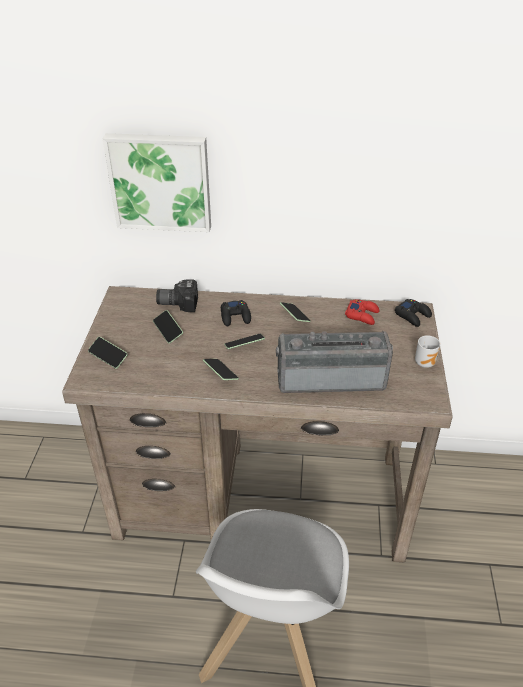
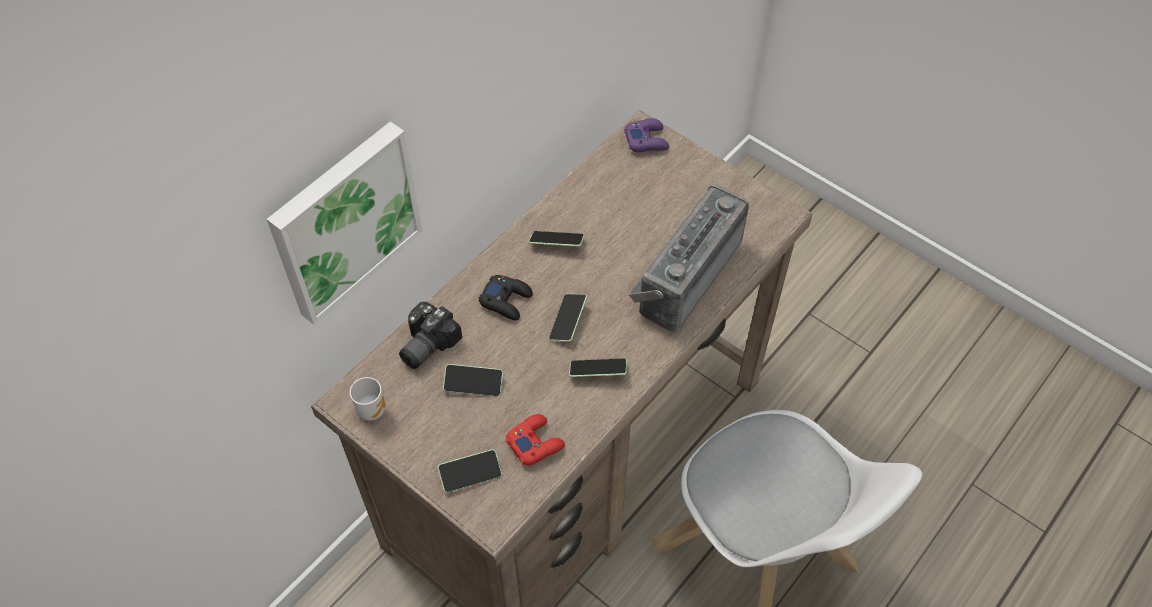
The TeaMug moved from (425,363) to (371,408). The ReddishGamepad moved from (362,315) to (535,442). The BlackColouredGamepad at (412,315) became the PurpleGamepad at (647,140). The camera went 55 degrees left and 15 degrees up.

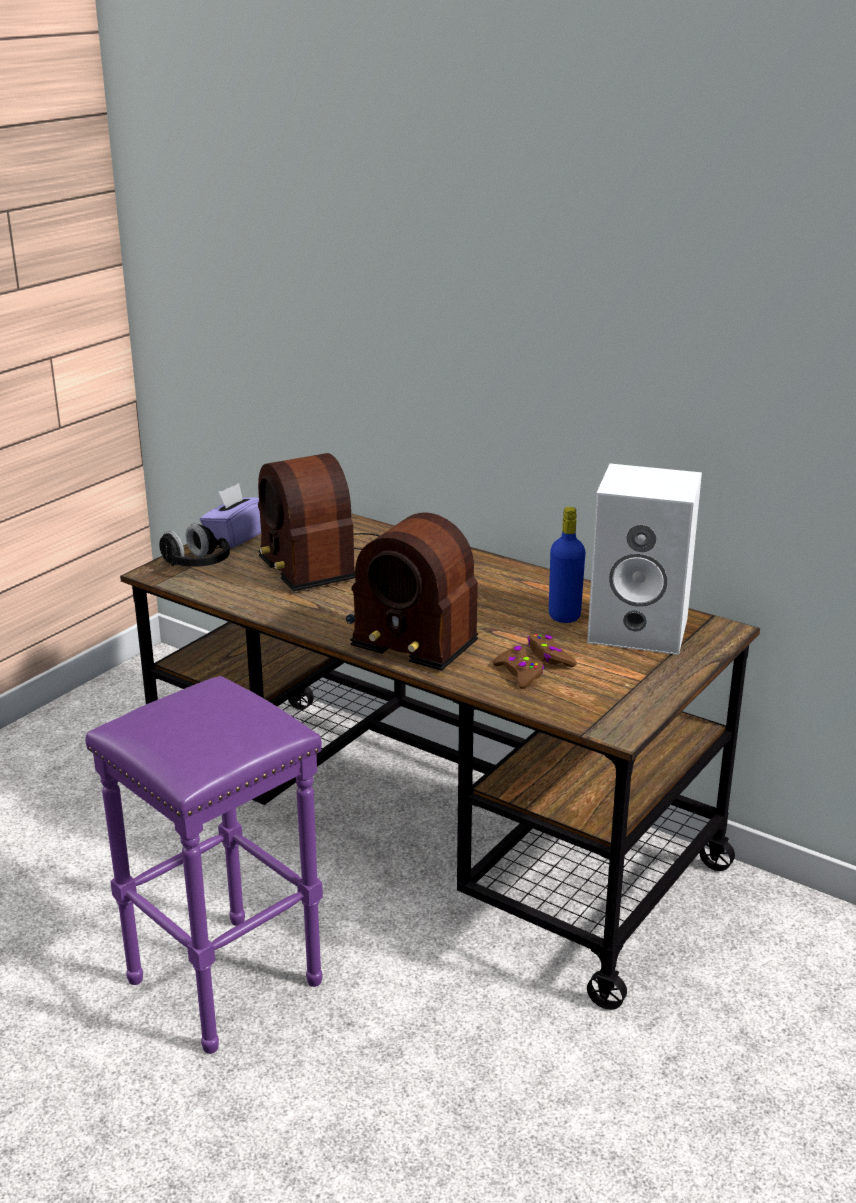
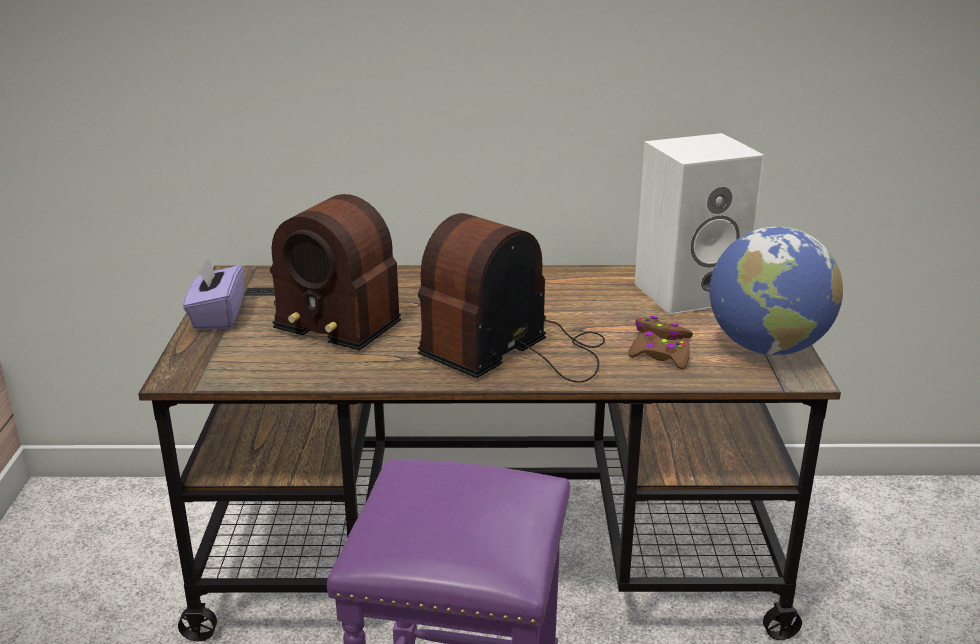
The RadioReceiver at (412,630) turned 135 degrees clockwise. The WorldGlobe at (767,348) appeared. The BlackColouredPairOfHeadphones at (196,565) disappeared. The BlueBottle at (564,616) disappeared. The camera went 35 degrees left and 0 degrees up.

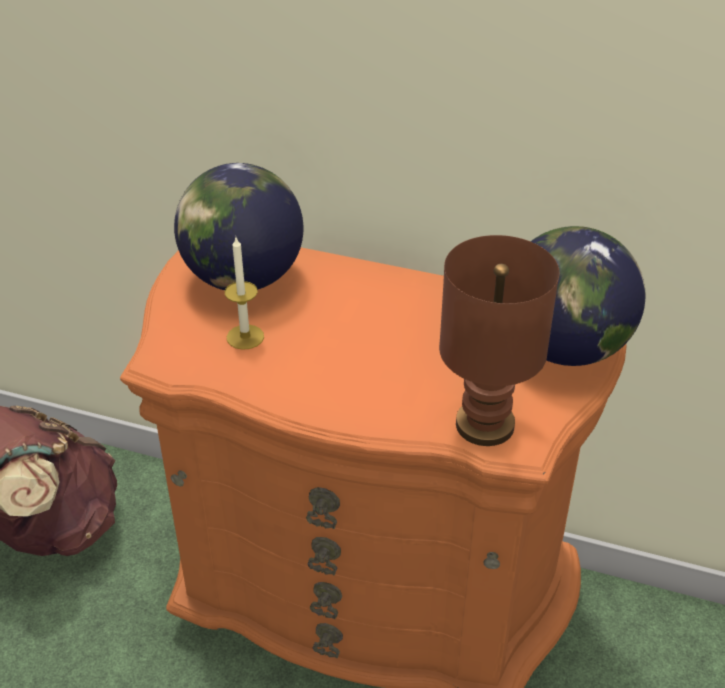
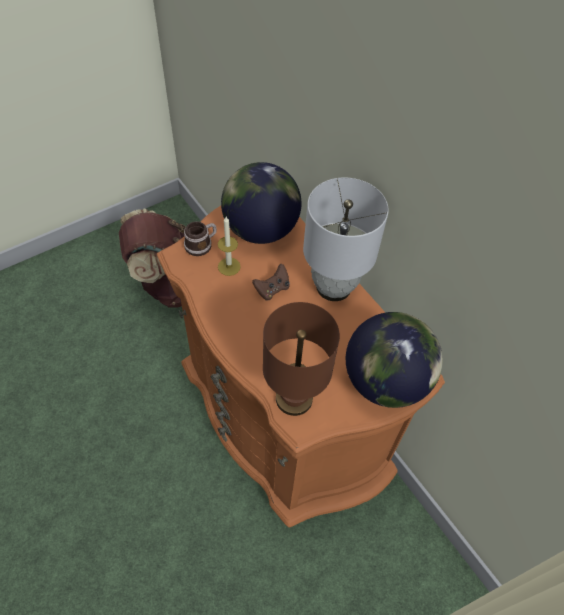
The TeaMug at (201,244) appeared. The BrownGamepad at (272,289) appeared. The WhitishLampForATable at (333,286) appeared. The camera went 35 degrees right and 15 degrees up.

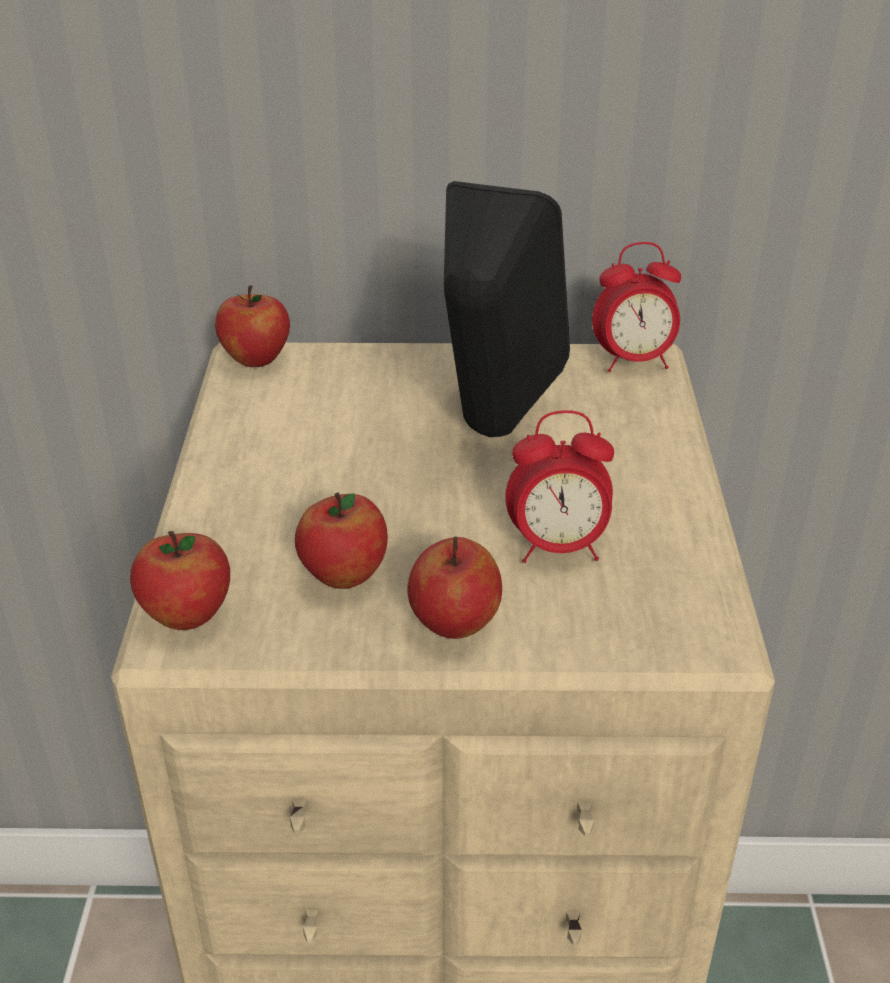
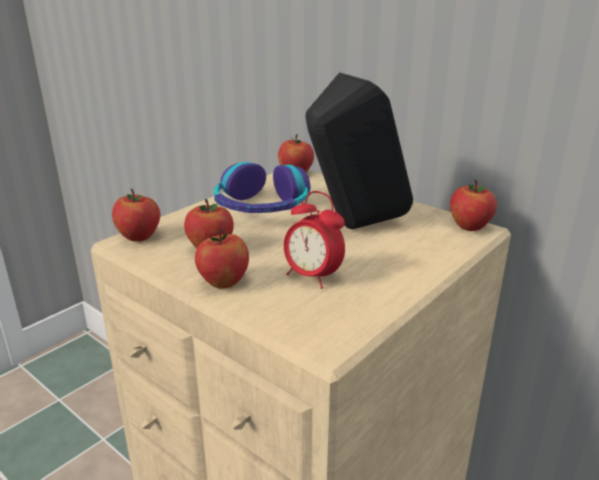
The PairOfHeadphones at (261,207) appeared. The AlarmClock at (633,362) was replaced by the WholeApple at (469,227). The camera went 40 degrees right and 10 degrees down.

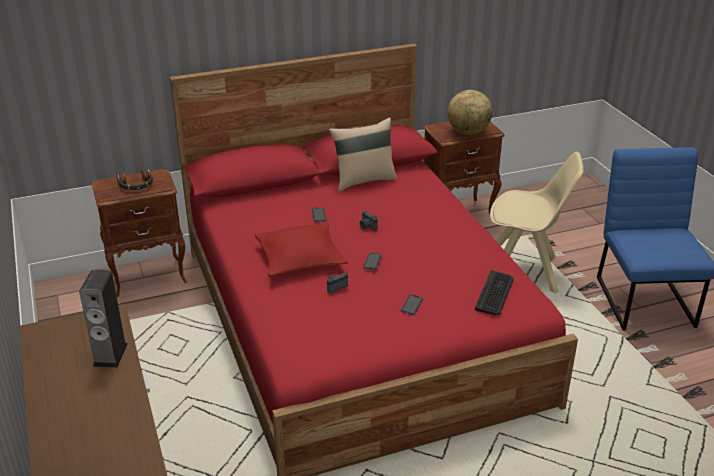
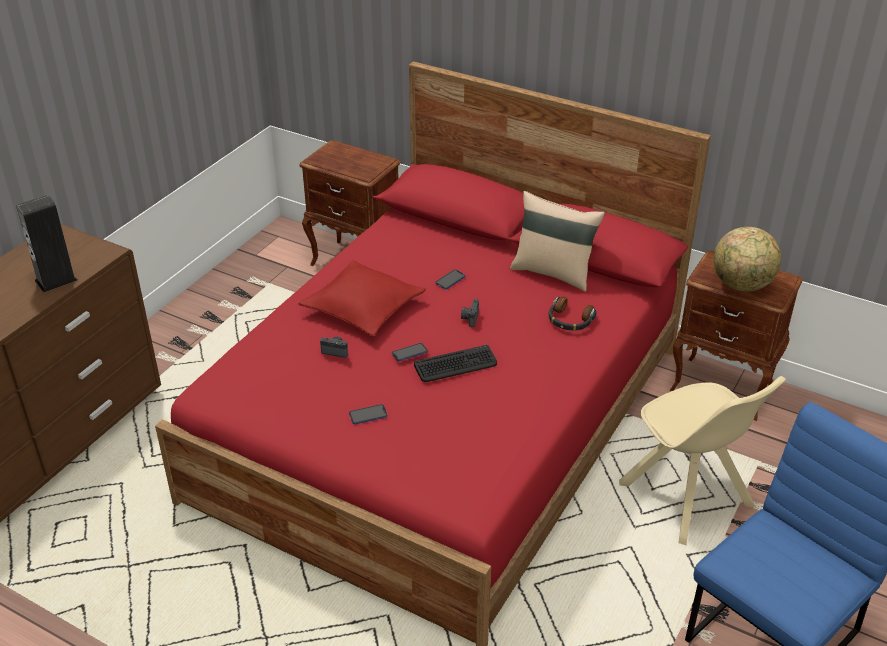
The Keyboard moved from (494,293) to (456,365). The PairOfHeadphones moved from (136,185) to (569,320). The camera went 50 degrees right and 5 degrees up.

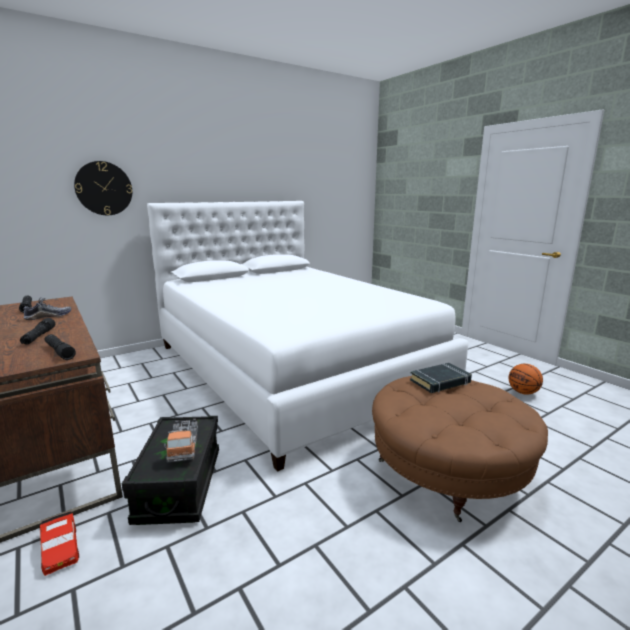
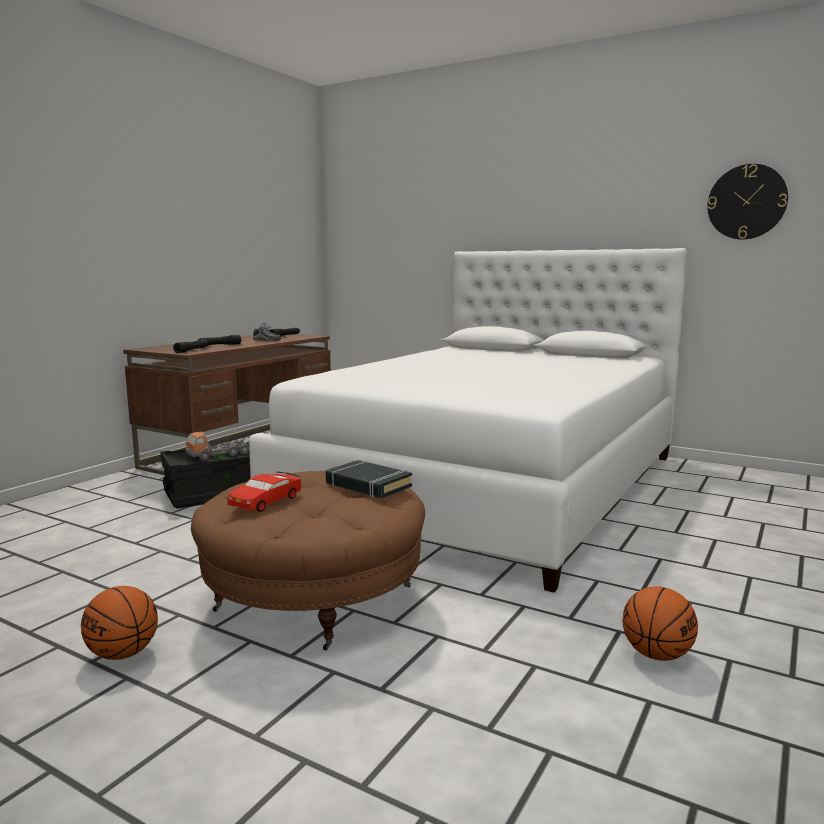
The Basketball at (122,654) appeared. The ReddishMiniatureCar moved from (60,549) to (266,501). The WallClock moved from (104,188) to (746,202). The camera went 65 degrees right and 5 degrees down.

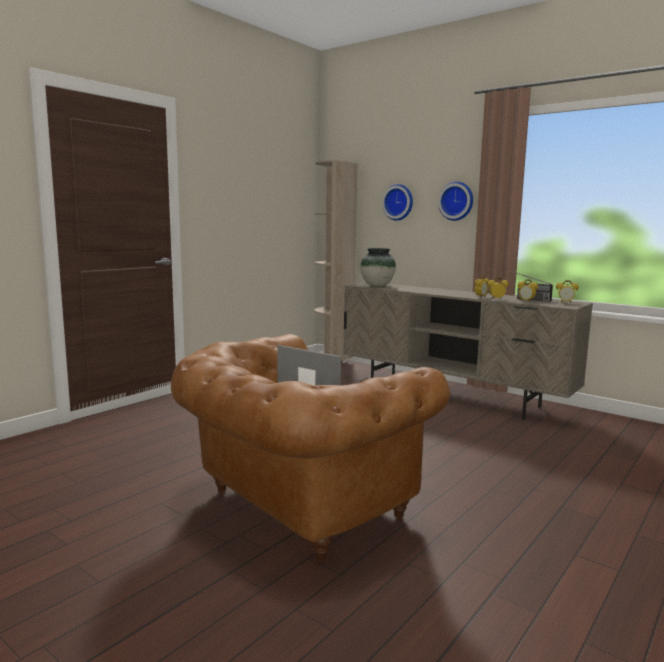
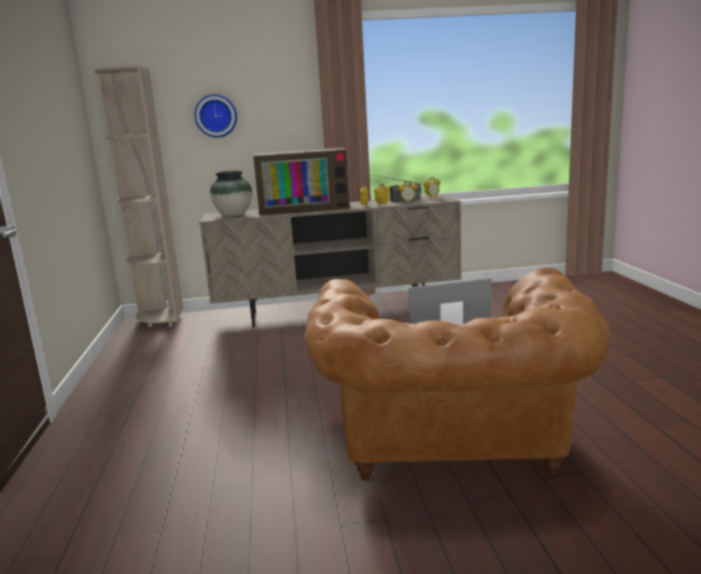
The TvSet at (305,208) appeared. The WallClock at (457,201) disappeared. The camera went 45 degrees left and 5 degrees up.

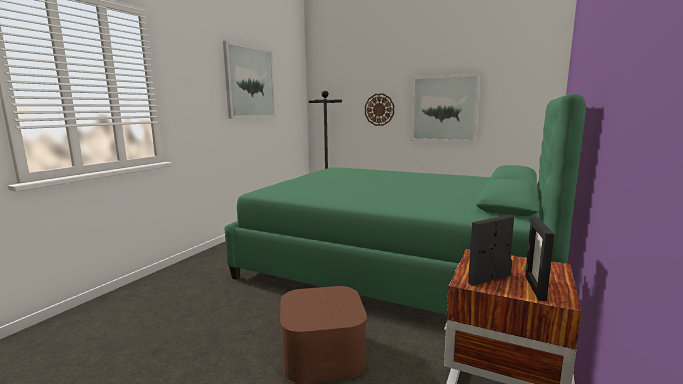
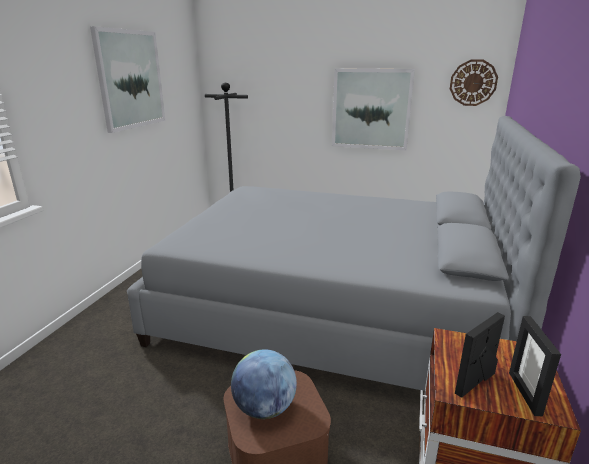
The GreenBedroomBed at (397,266) became the GrayBedroomBed at (332,310). The WorldGlobe at (264,408) appeared. The WallClock moved from (379,109) to (473,83). The camera went 10 degrees left and 10 degrees up.

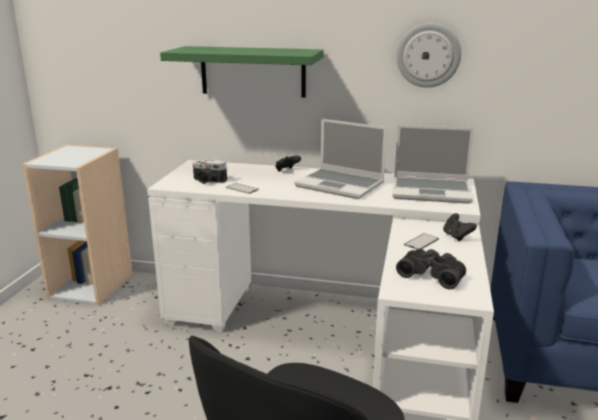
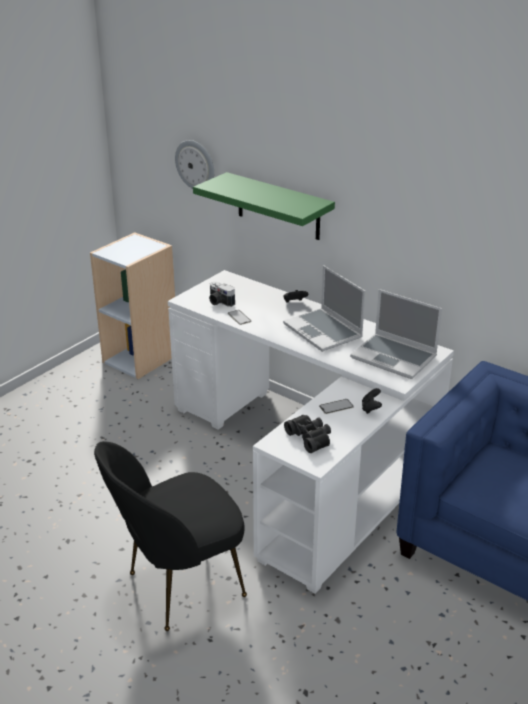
The WallClock moved from (428,55) to (195,165). The camera went 25 degrees right and 10 degrees up.

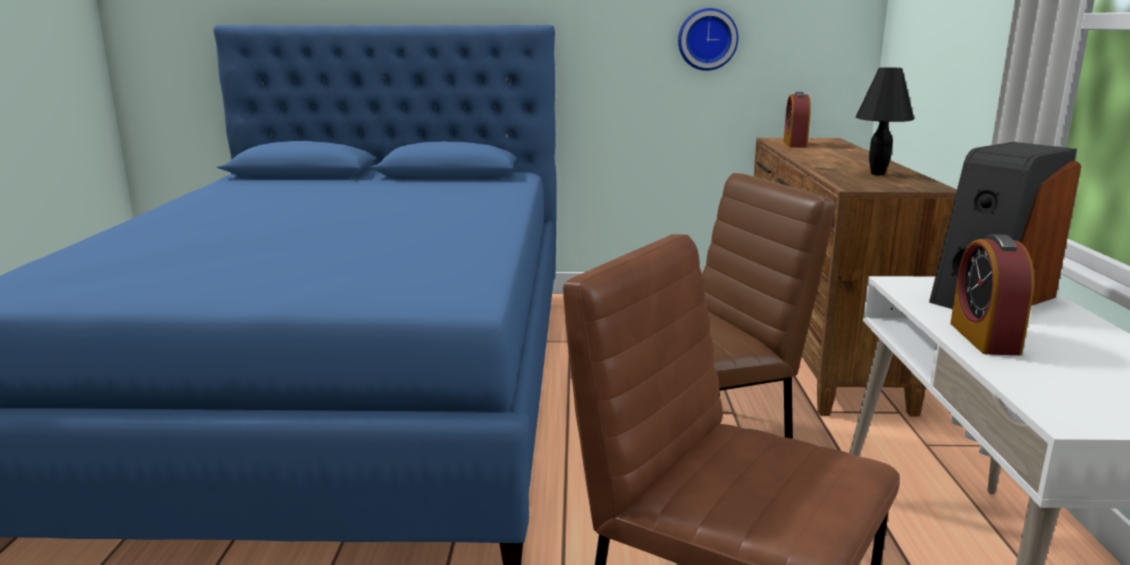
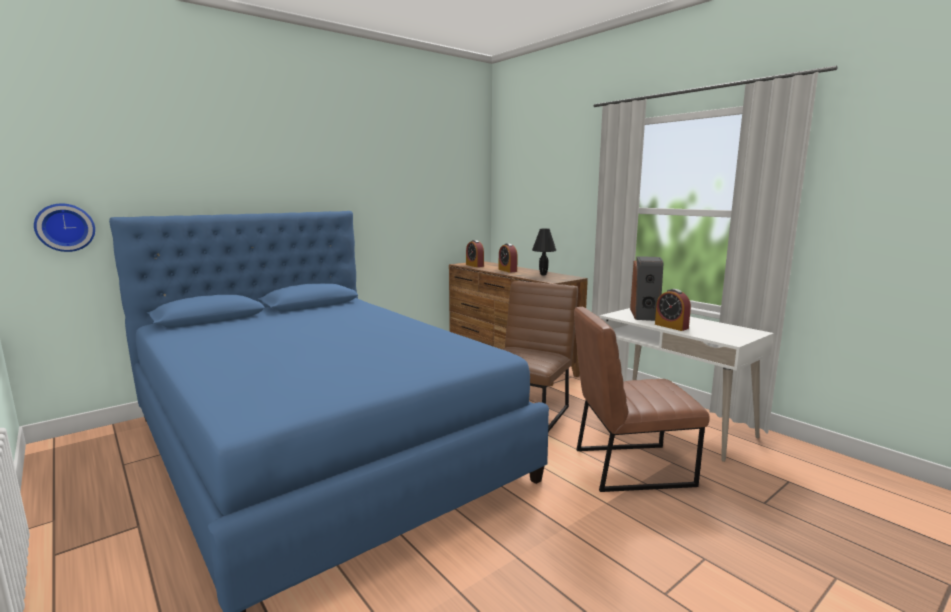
The WallClock moved from (707,39) to (65,227). The AlarmClock at (507,270) appeared. The camera went 40 degrees left and 5 degrees down.

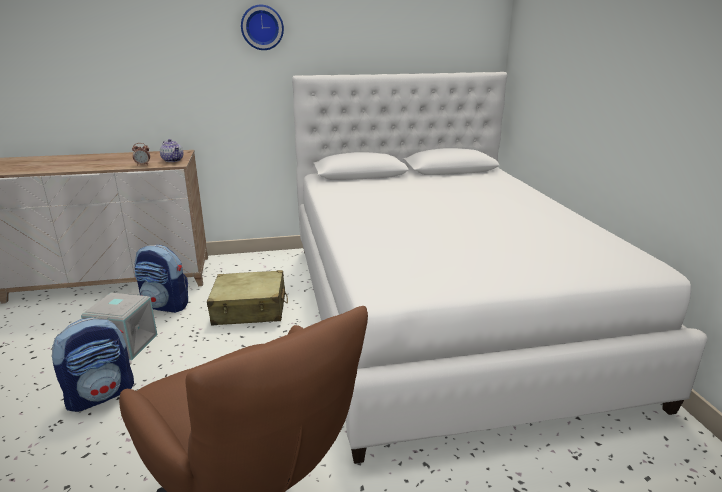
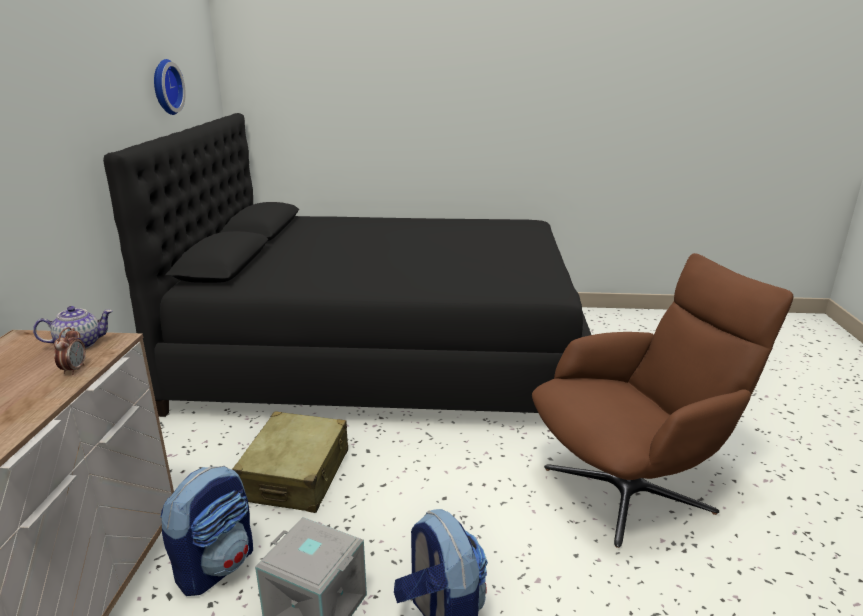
The WhitishBedroomBed at (441,310) became the BlackColouredBedroomBed at (386,354). The WallClock moved from (262,27) to (165,87). The camera went 75 degrees left and 0 degrees up.

